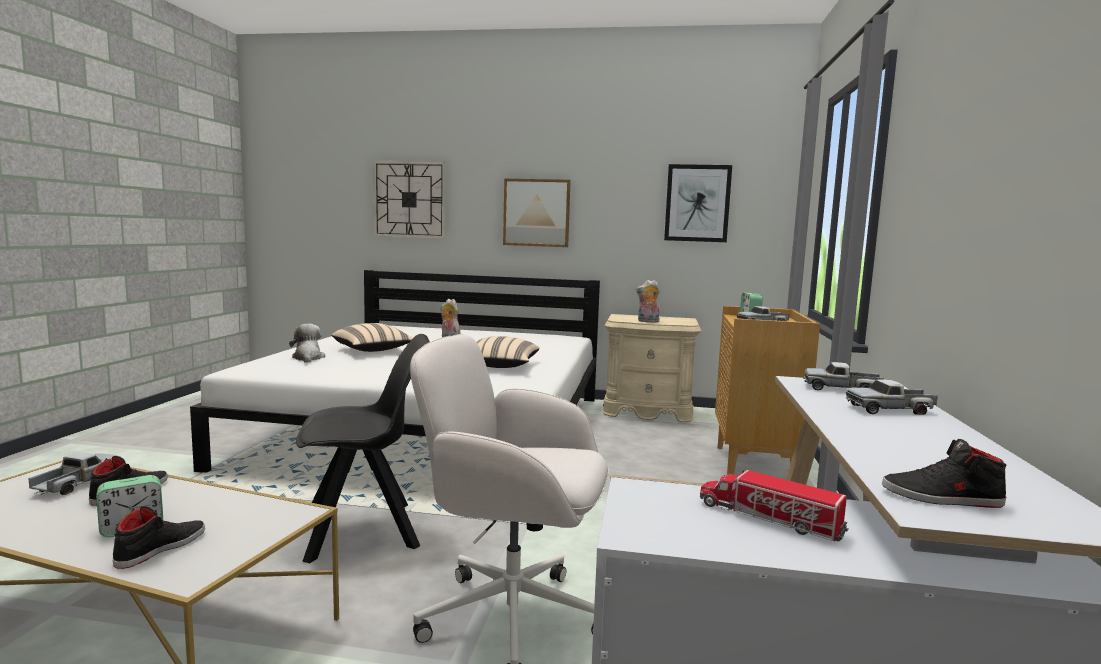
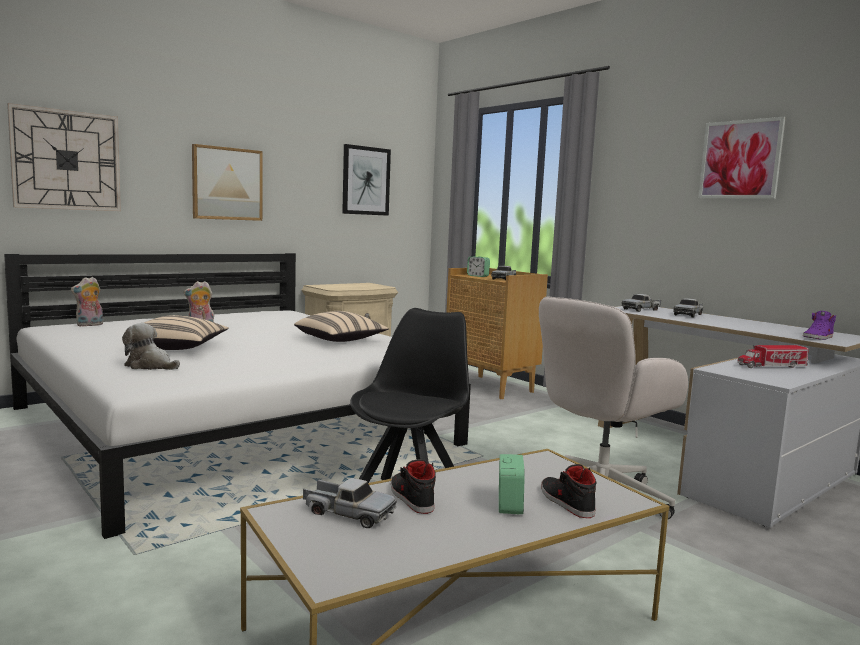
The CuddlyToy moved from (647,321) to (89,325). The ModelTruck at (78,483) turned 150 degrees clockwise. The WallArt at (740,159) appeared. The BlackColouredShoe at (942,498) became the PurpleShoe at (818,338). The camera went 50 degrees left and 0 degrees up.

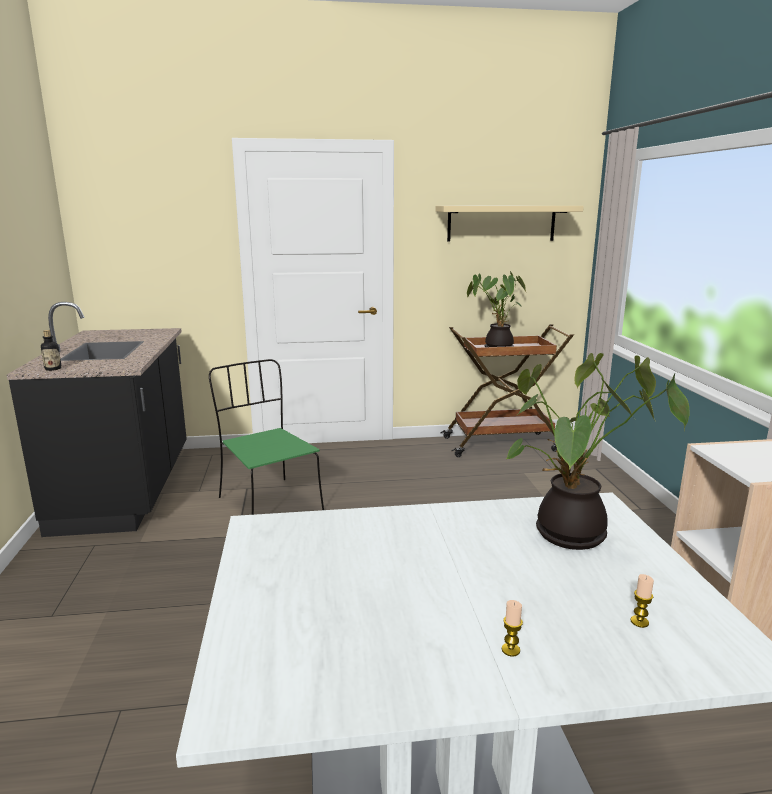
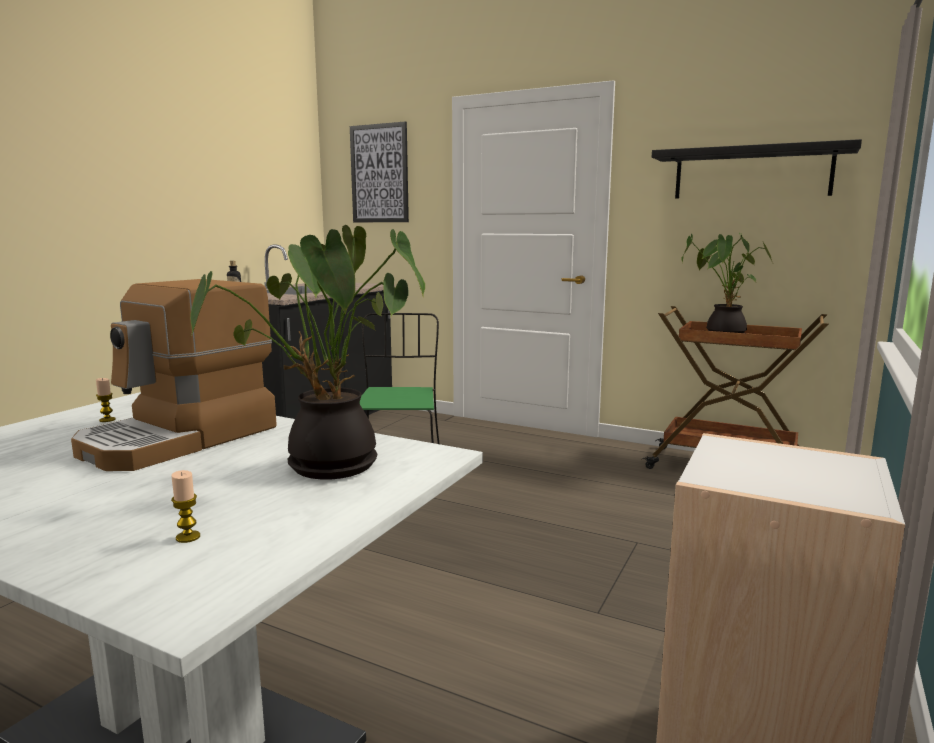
The CoffeeBrewer at (181,439) appeared. The Candle moved from (510,650) to (107,420). The WallArt at (379,174) appeared. The BeigeWallShelf at (501,223) became the BlackColouredWallShelf at (751,173). The camera went 35 degrees right and 5 degrees down.

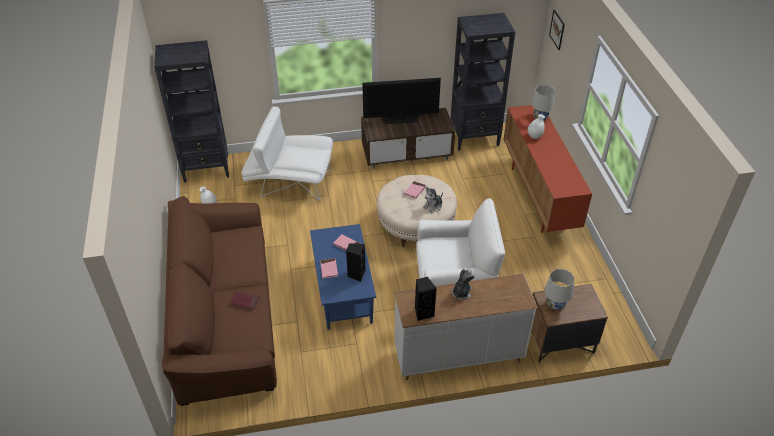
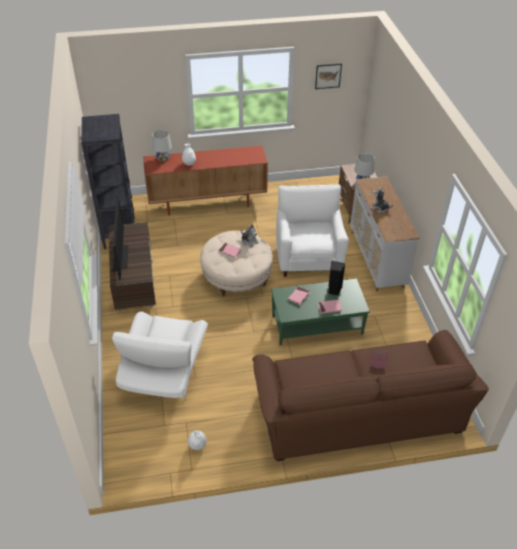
The BlueCoffeeTable at (343,289) became the GreenCoffeeTable at (316,325). The WallArt moved from (557,29) to (328,76). The BlackColouredShelvingUnit at (207,169) disappeared. The BlackColouredLoudspeaker at (423,312) disappeared. The camera went 90 degrees left and 0 degrees up.

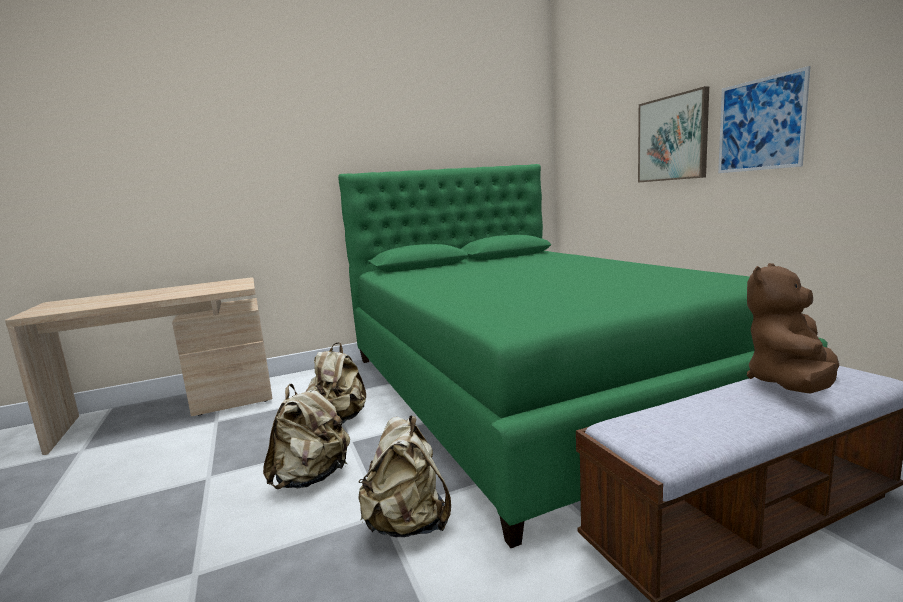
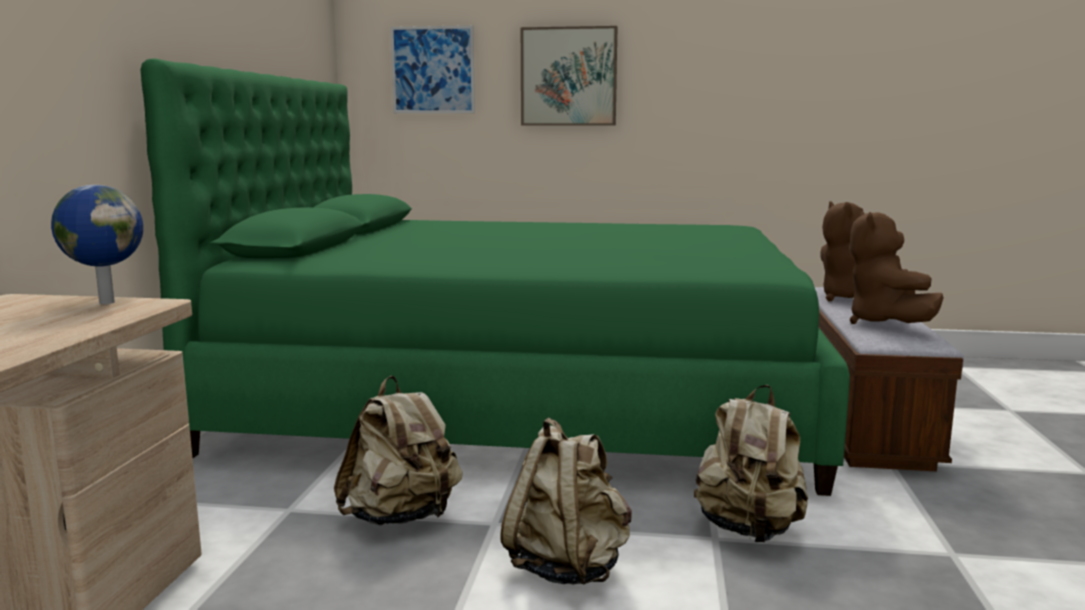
The WorldGlobe at (106,302) appeared. The WallArt moved from (760,125) to (433,70). The BrownCuddlyToy at (885,323) appeared. The camera went 60 degrees left and 0 degrees up.

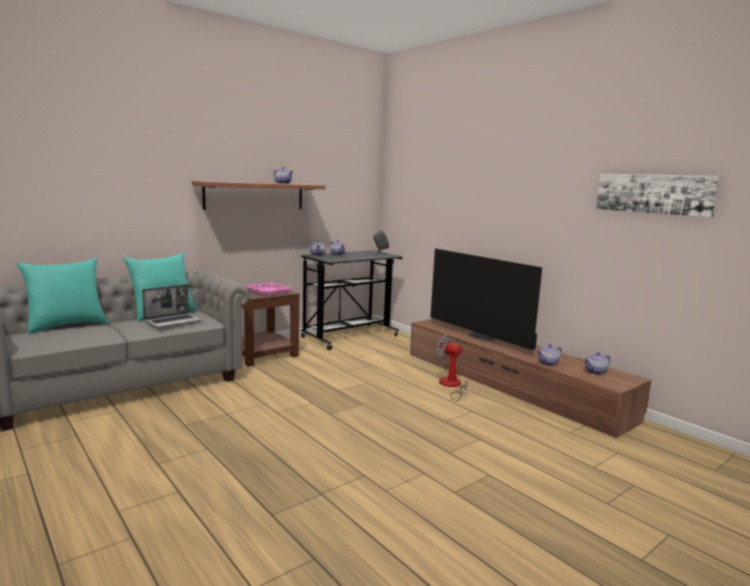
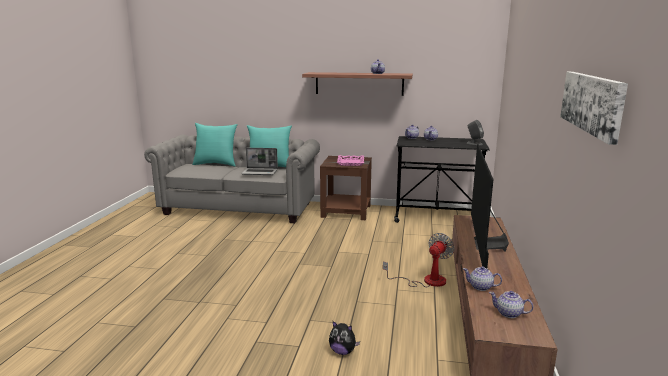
The CuddlyToy at (343,351) appeared. The Fan at (451,386) turned 45 degrees clockwise. The camera went 50 degrees right and 5 degrees up.

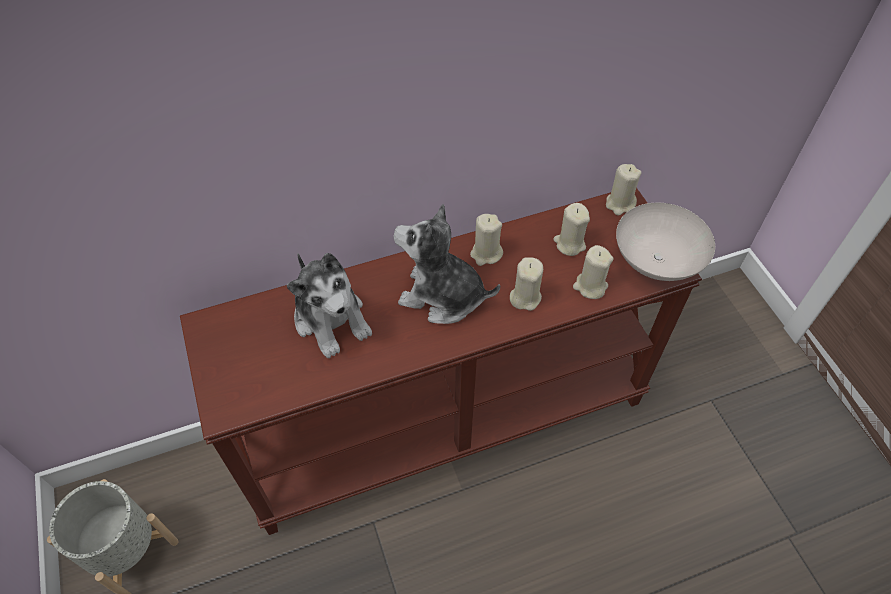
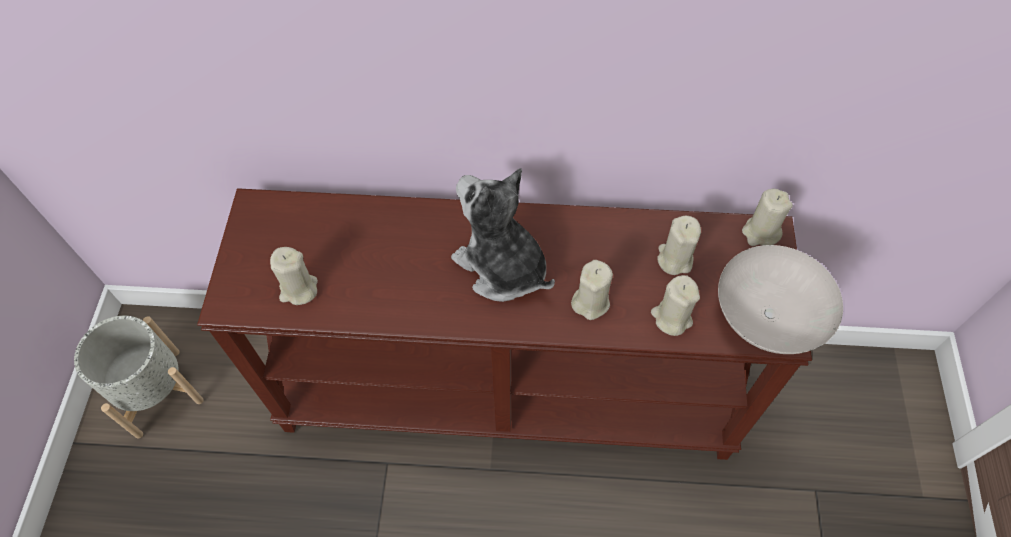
The BeigeCandle moved from (486,254) to (298,289). The CuddlyToy at (331,319) disappeared. The camera went 25 degrees right and 5 degrees up.

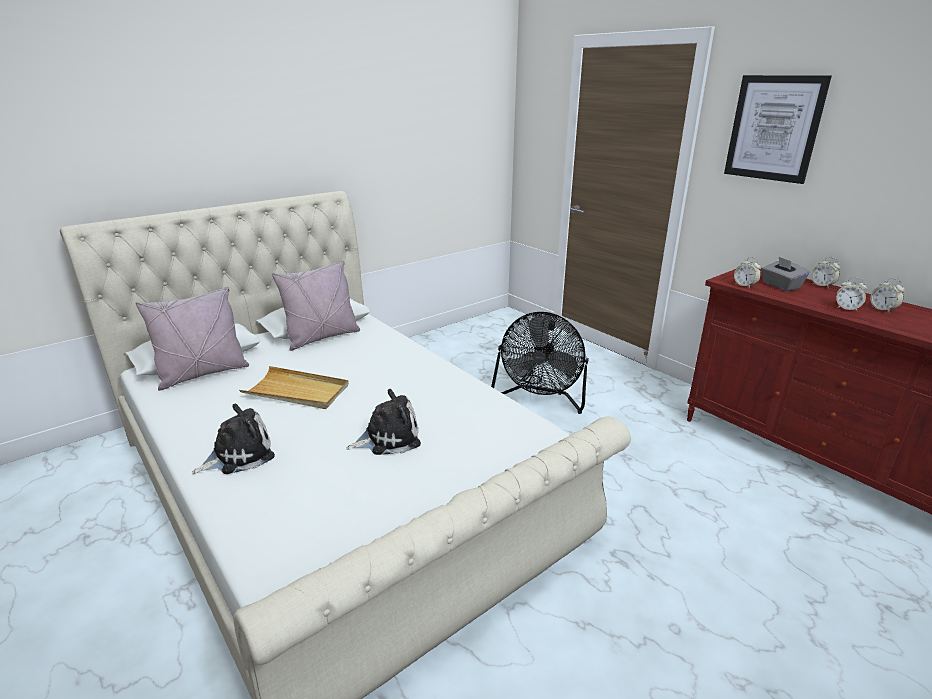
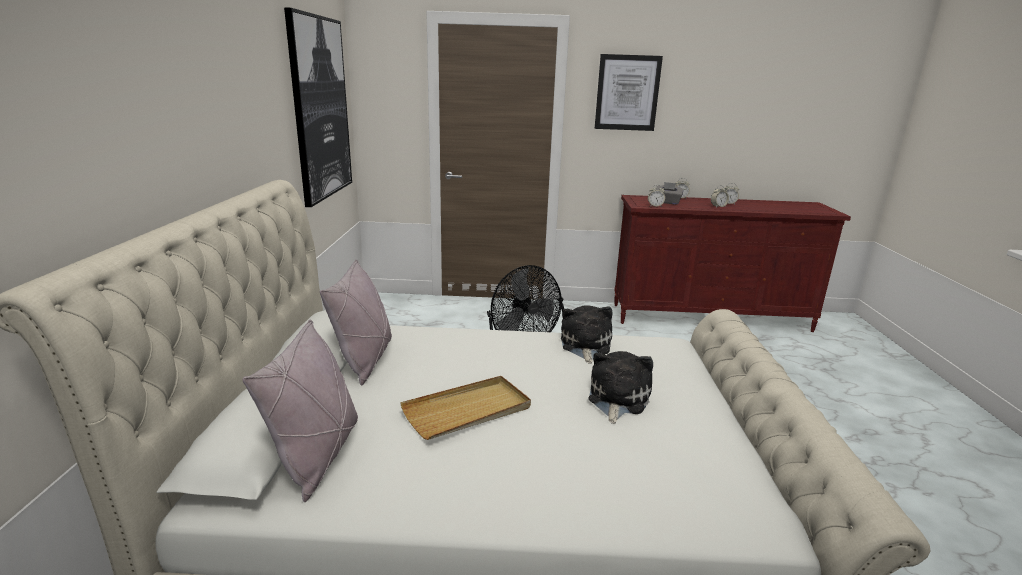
The WallArt at (320,109) appeared. The CuddlyToy moved from (239,455) to (585,345). The camera went 50 degrees left and 5 degrees down.

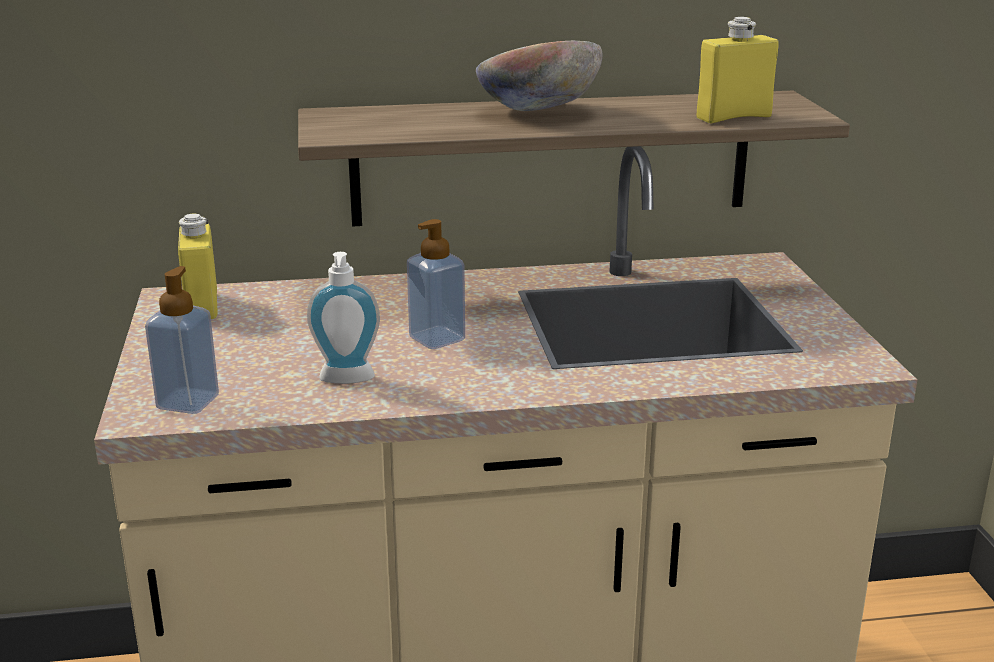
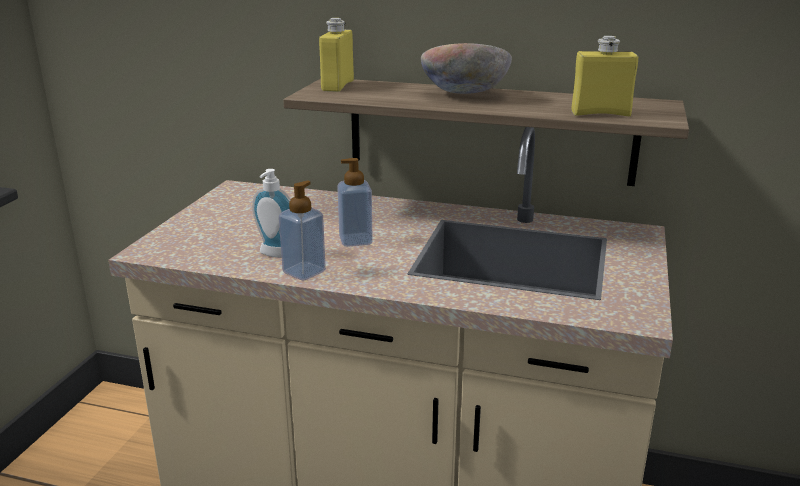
The SoapDispenser moved from (188,402) to (304,272). The YellowishBottle moved from (202,306) to (337,86). The camera went 25 degrees right and 0 degrees up.

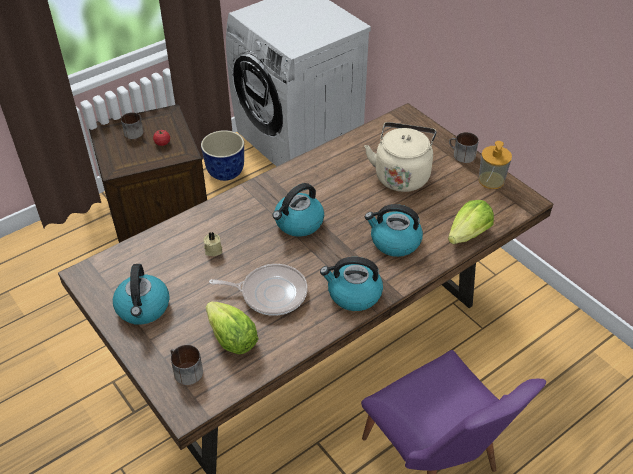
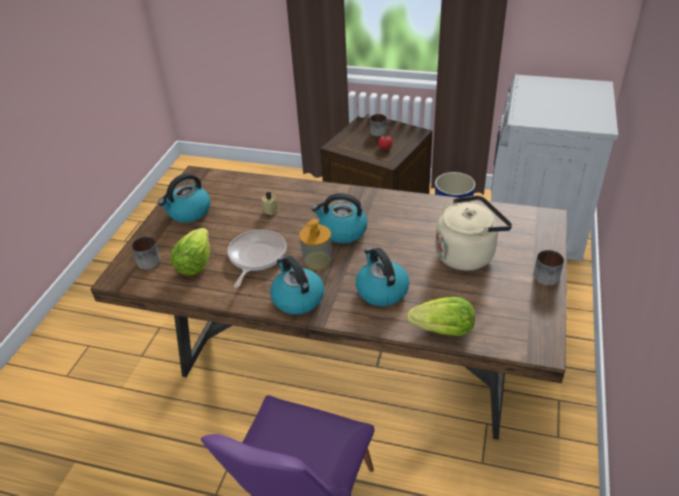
The FryingPan at (270,293) turned 135 degrees counterclockwise. The SoapDispenser moved from (491,180) to (317,261). The camera went 55 degrees right and 5 degrees down.

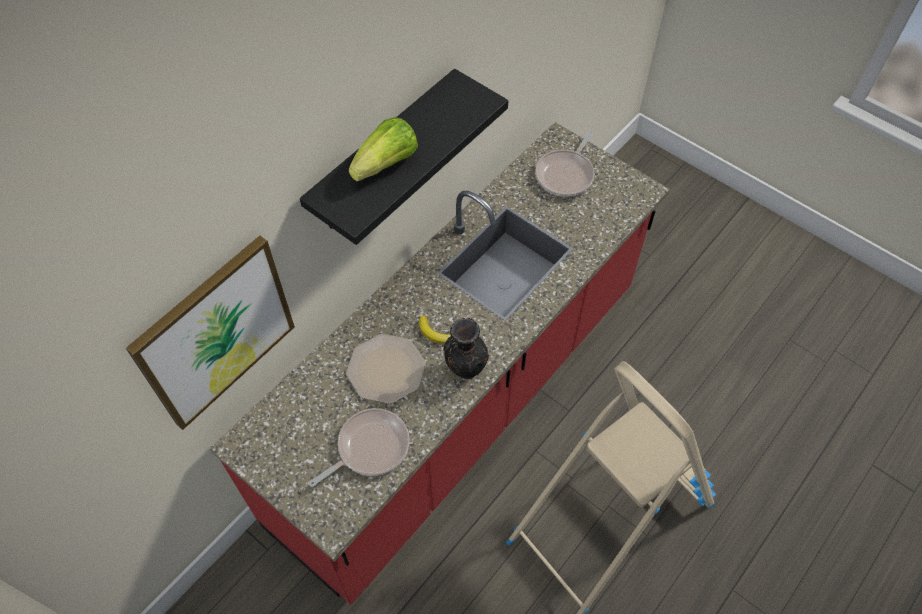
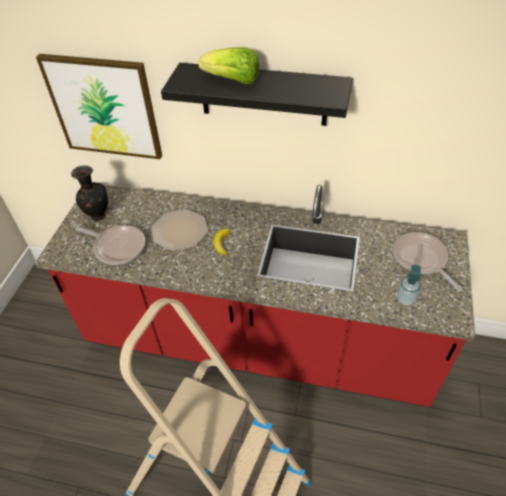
The BlackColouredVase moved from (465,371) to (98,215). The FryingPan at (566,174) turned 60 degrees clockwise. The SoapDispenser at (405,299) appeared. The camera went 65 degrees right and 10 degrees down.

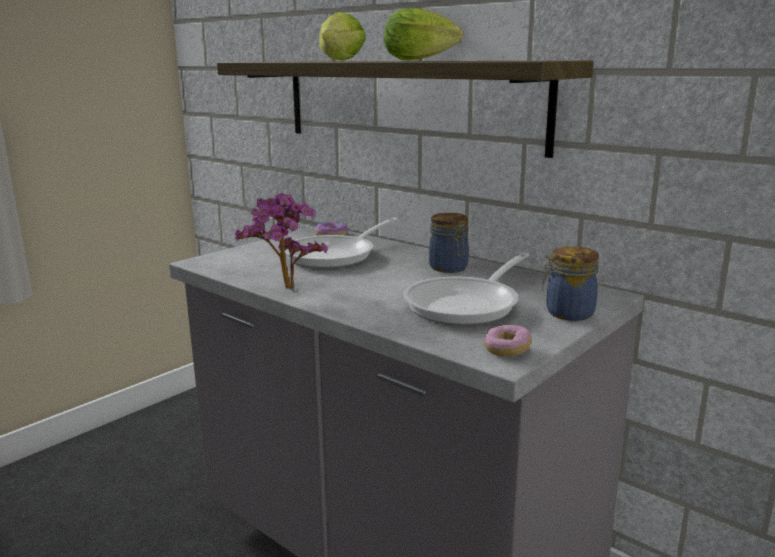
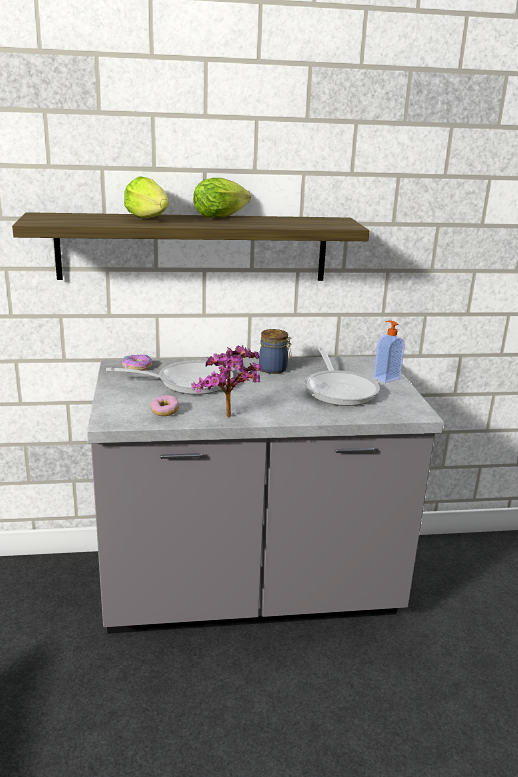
The FryingPan at (336,255) turned 90 degrees counterclockwise. The RingDoughnut moved from (507,350) to (165,411). The StorageJar at (567,313) was replaced by the SoapDispenser at (386,378). The camera went 50 degrees left and 5 degrees up.

